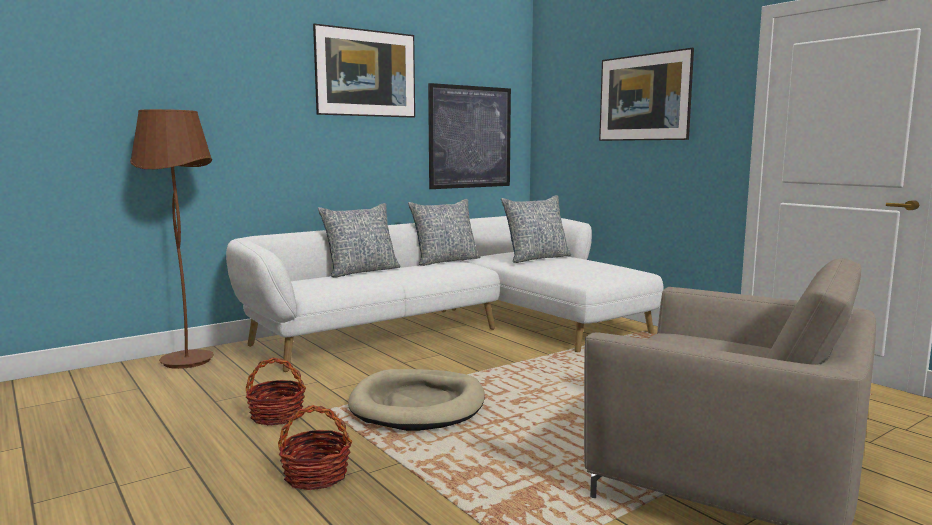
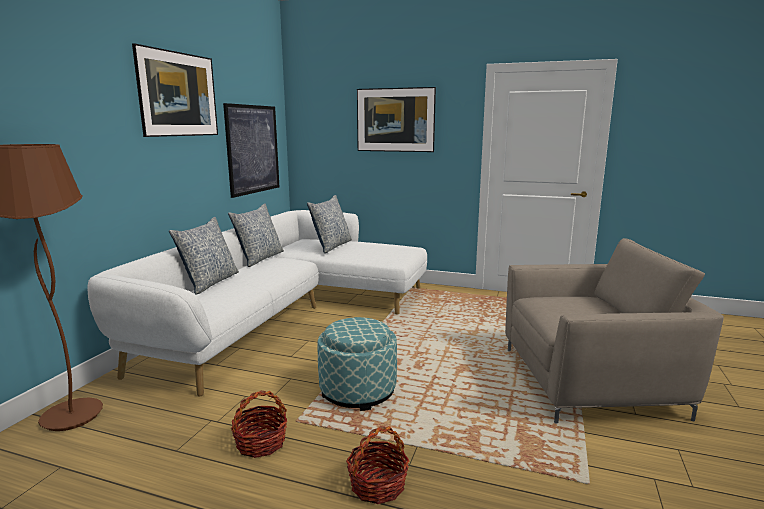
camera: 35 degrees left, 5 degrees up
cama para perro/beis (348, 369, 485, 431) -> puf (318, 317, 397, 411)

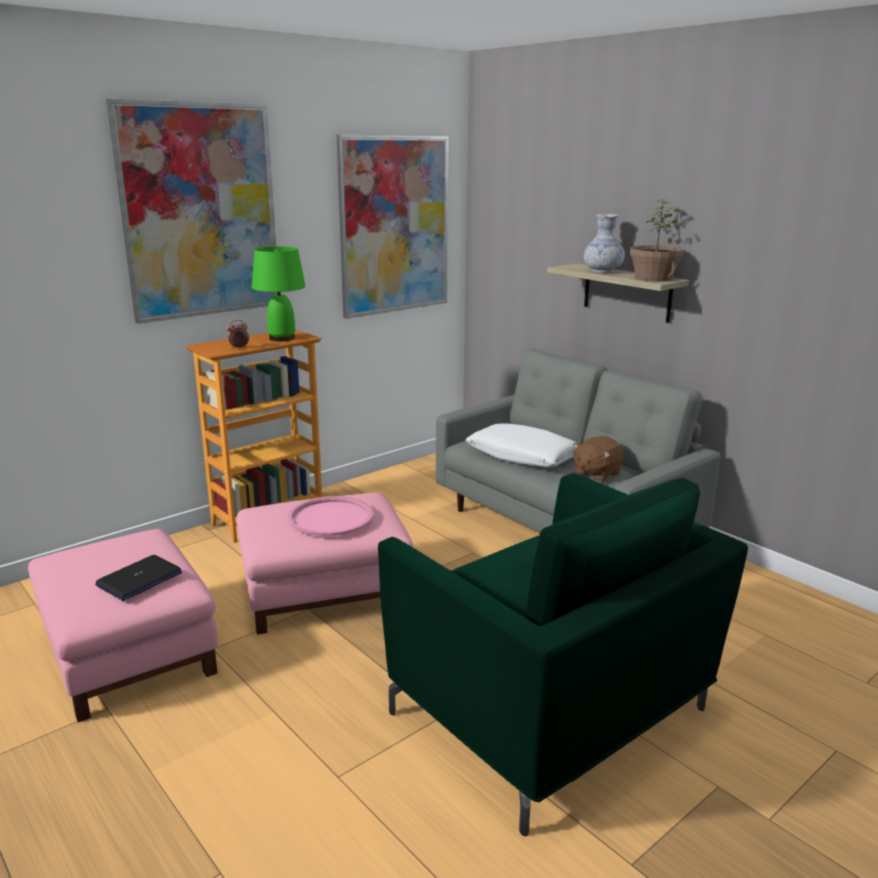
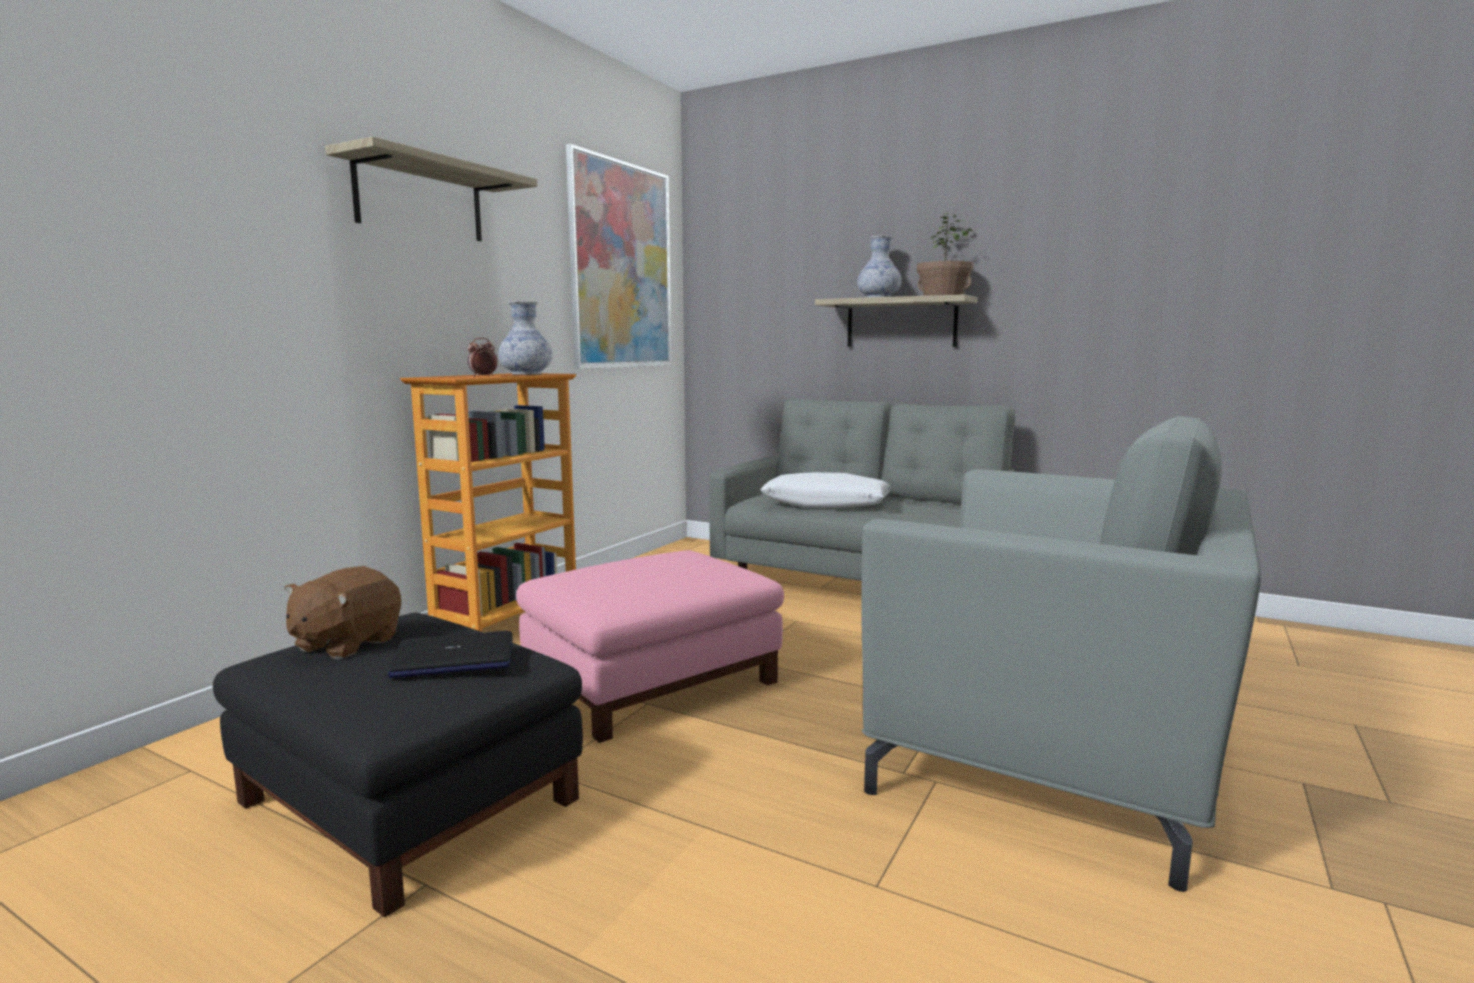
camera: 20 degrees left, 10 degrees down
cuadro (106, 99, 278, 324) -> estante (325, 137, 537, 241)
lámpara de mesa/verde (252, 246, 306, 341) -> florero (499, 301, 552, 375)
peluche/marrón (573, 436, 624, 482) -> peluche/marrón (285, 566, 401, 659), shifted
sillón/verde (378, 473, 748, 836) -> sillón/gris (861, 416, 1261, 892)
bandeja/rosa (288, 496, 373, 536) -> none
puf/rosa (28, 529, 218, 722) -> puf/negro (213, 613, 583, 917)
portátil (95, 555, 182, 601) -> portátil (388, 631, 513, 678), 60 degrees clockwise

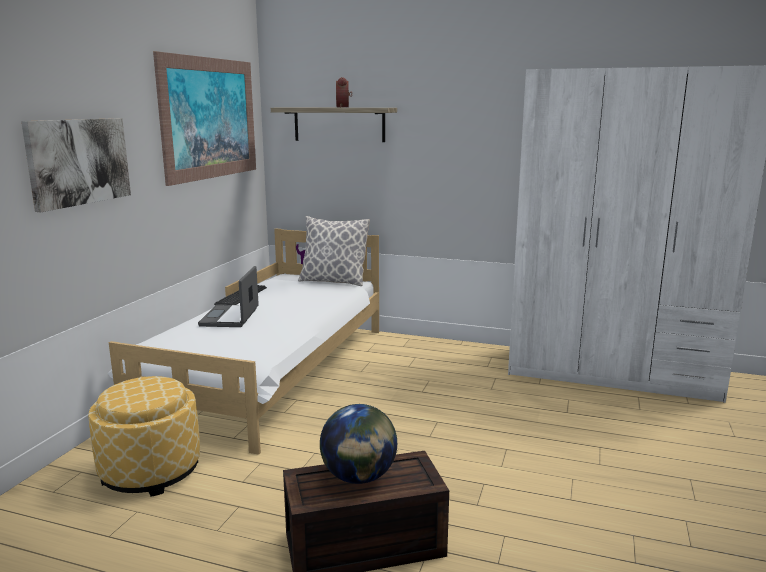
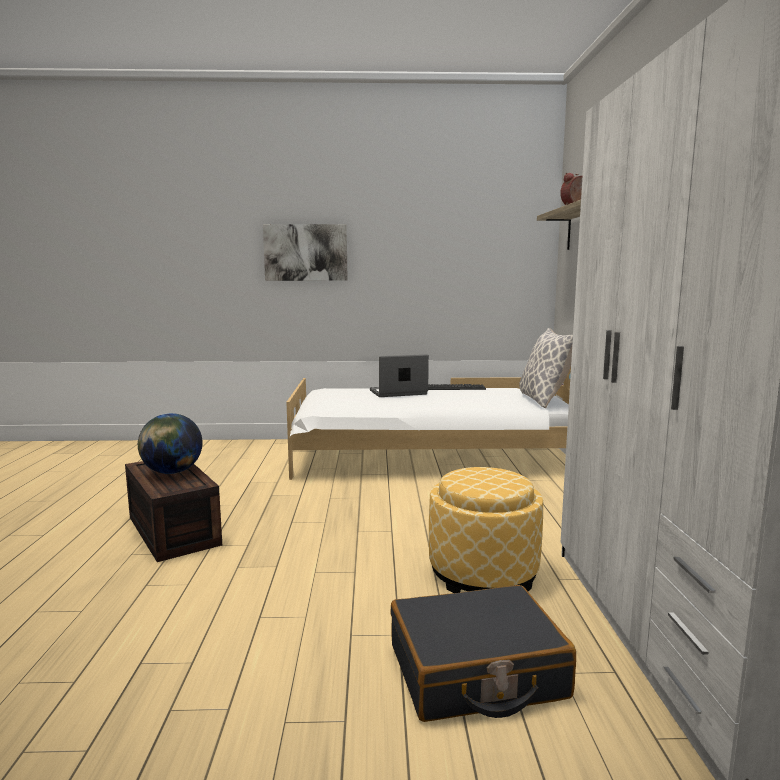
camera: 70 degrees right, 5 degrees down
cuadro (153, 51, 256, 186) -> none
puf (88, 376, 200, 497) -> puf (429, 467, 543, 593), shifted
none -> maleta/negro (390, 585, 576, 722)

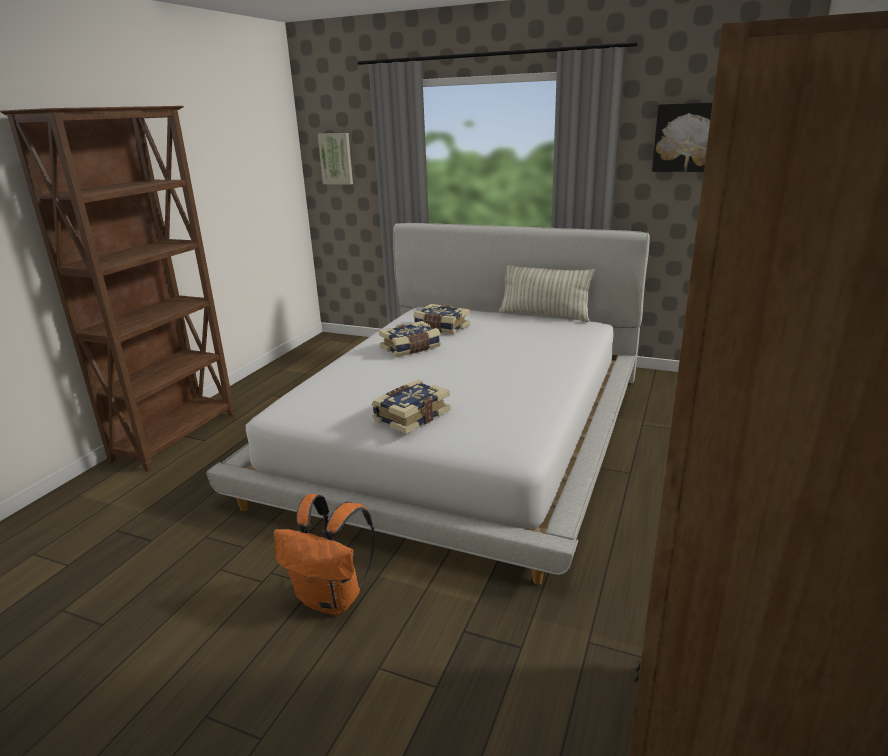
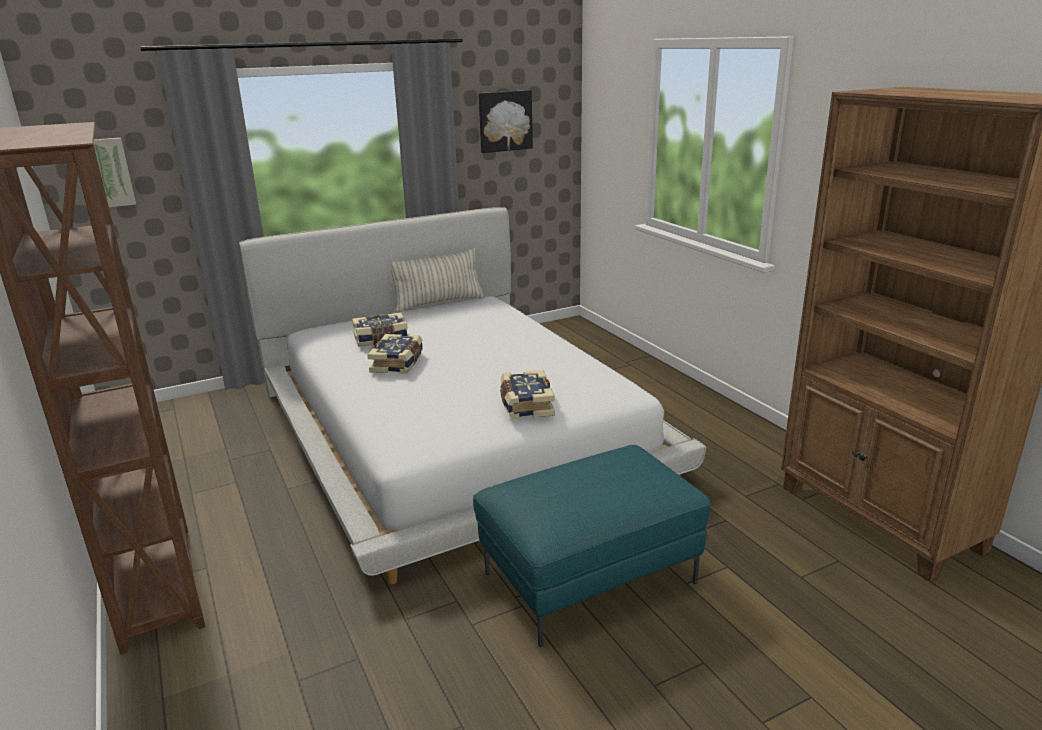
camera: 50 degrees left, 0 degrees up
mochila/naranja (274, 494, 375, 615) -> puf/turquesa (473, 445, 711, 647)

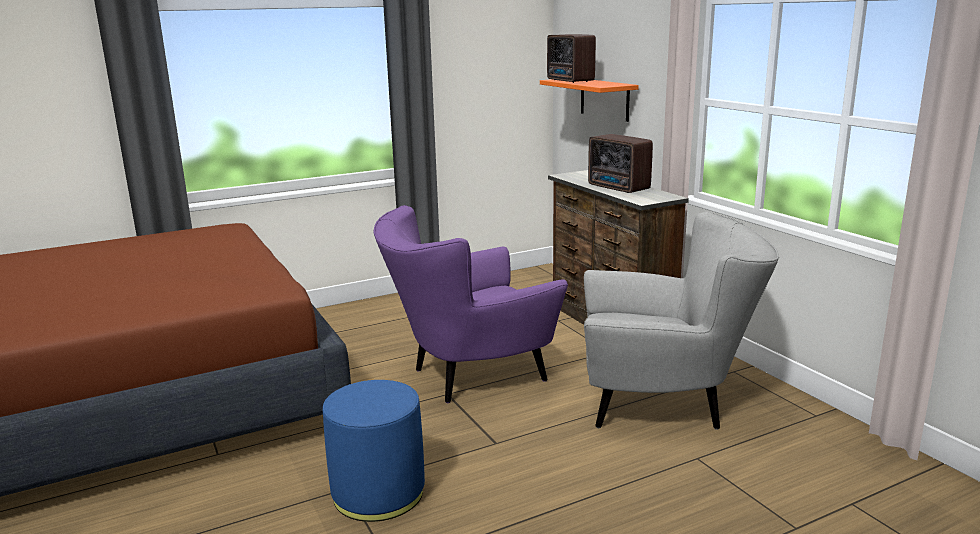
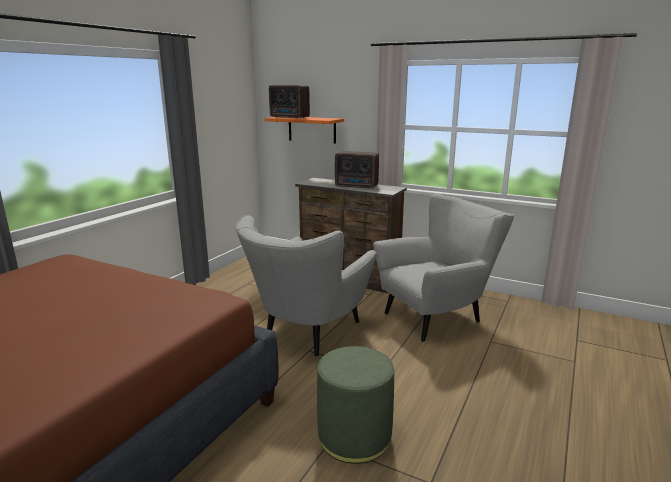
camera: 35 degrees left, 0 degrees up
sillón/morado (374, 205, 568, 403) -> sillón/gris (236, 215, 377, 357)
puf/azul (323, 380, 425, 522) -> puf/verde (317, 346, 394, 464)

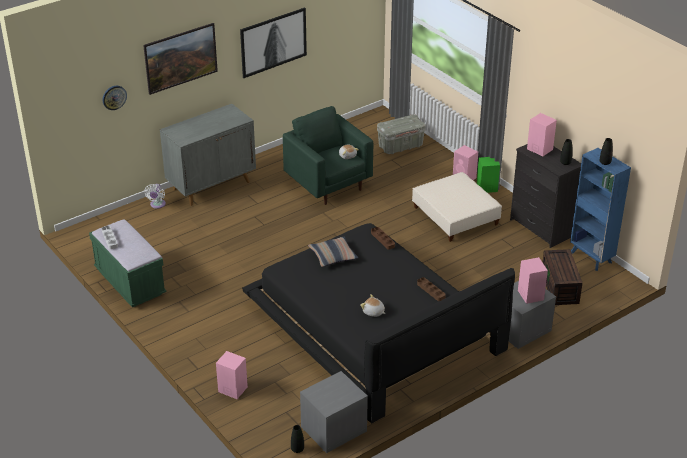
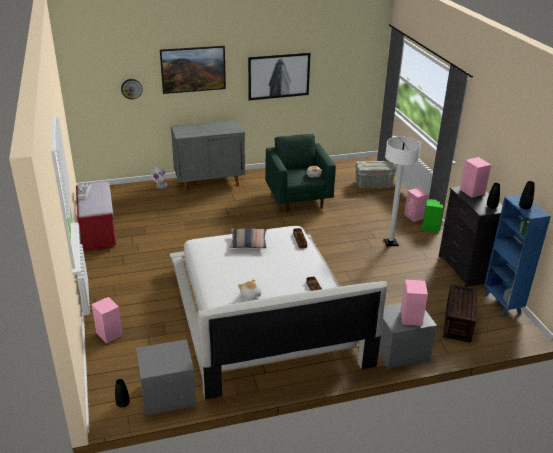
camera: 20 degrees right, 5 degrees down
puf/beis (412, 172, 502, 242) -> lámpara de pie/blanco (383, 136, 421, 246)
banco/verde (89, 219, 167, 307) -> banco/rojo (76, 182, 116, 251)
cama/negro (242, 223, 515, 423) -> cama/blanco (170, 226, 387, 400)

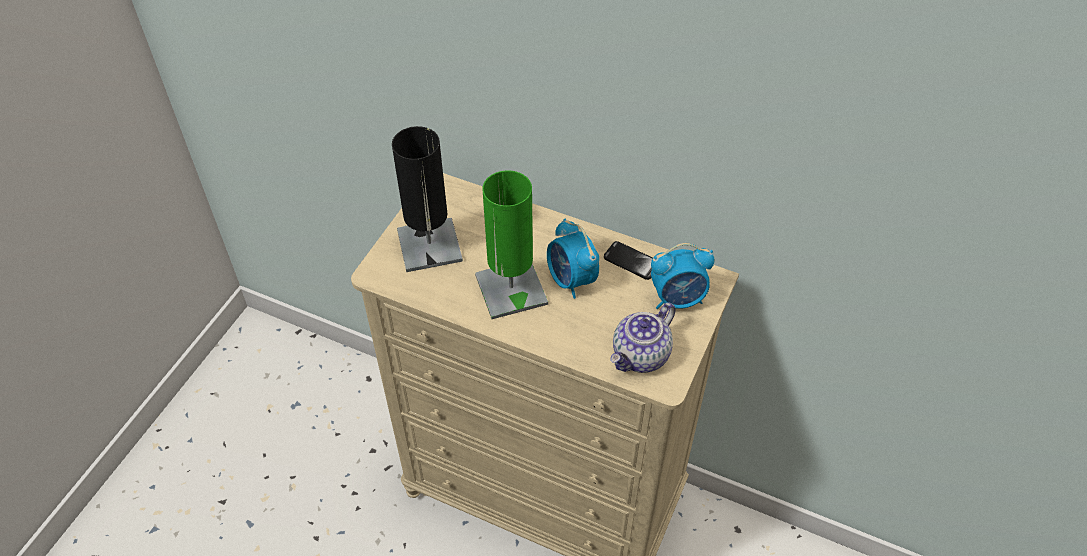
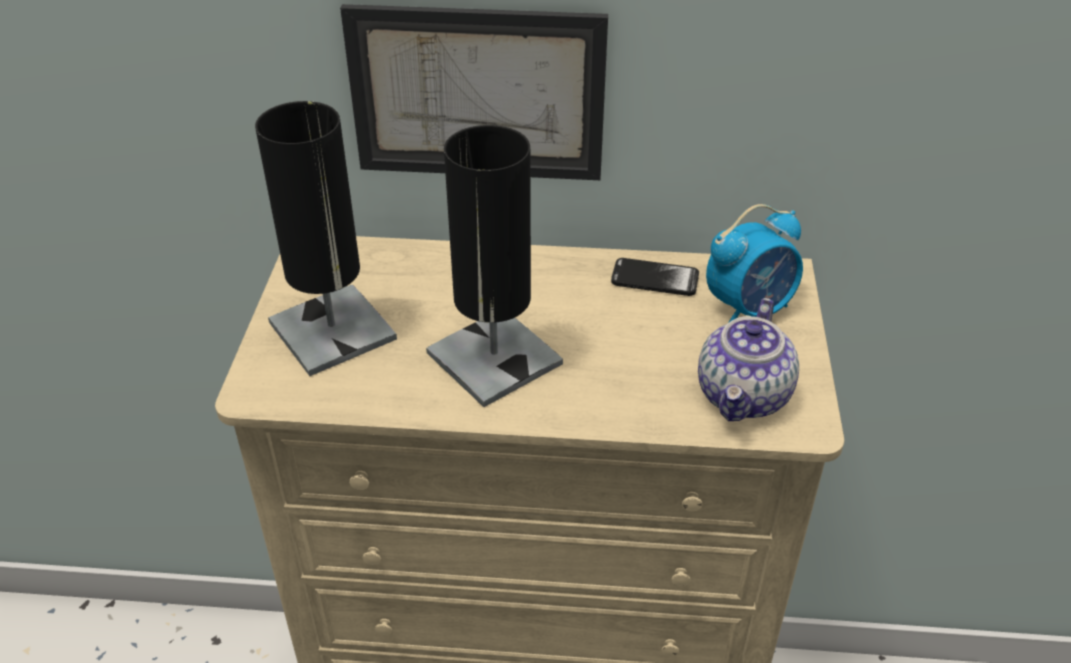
camera: 20 degrees left, 10 degrees down
lámpara de mesa/verde (475, 170, 548, 319) -> lámpara de mesa/negro (426, 125, 563, 407)
despertador (547, 219, 599, 299) -> none
none -> cuadro (340, 4, 608, 180)

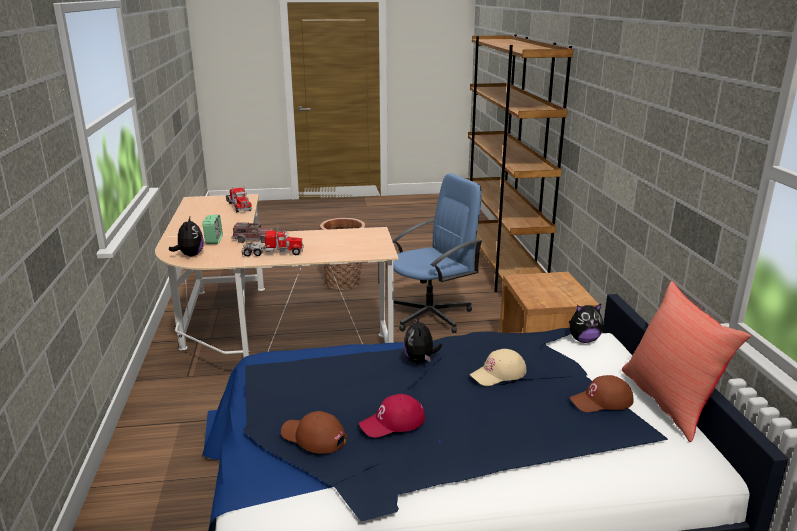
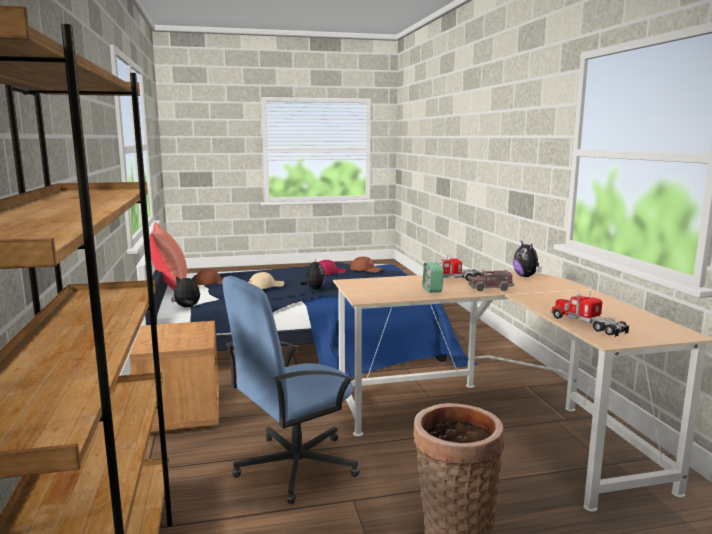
camera: 175 degrees right, 10 degrees down
despertador (202, 215, 223, 244) -> despertador (423, 262, 444, 293), shifted

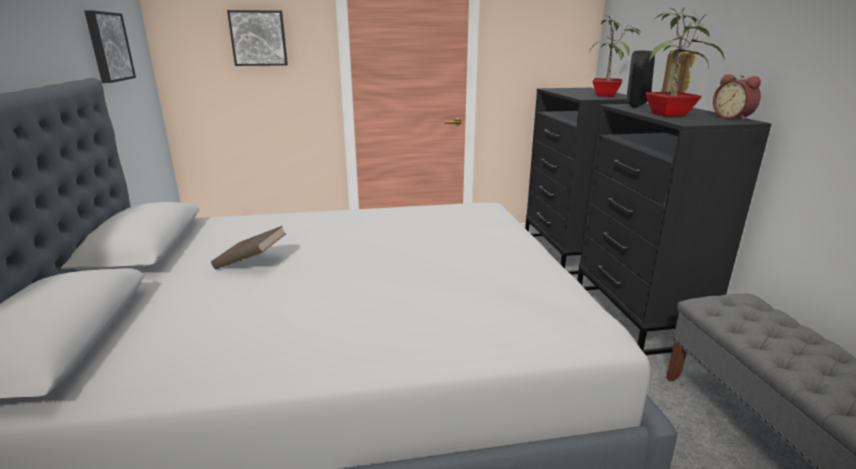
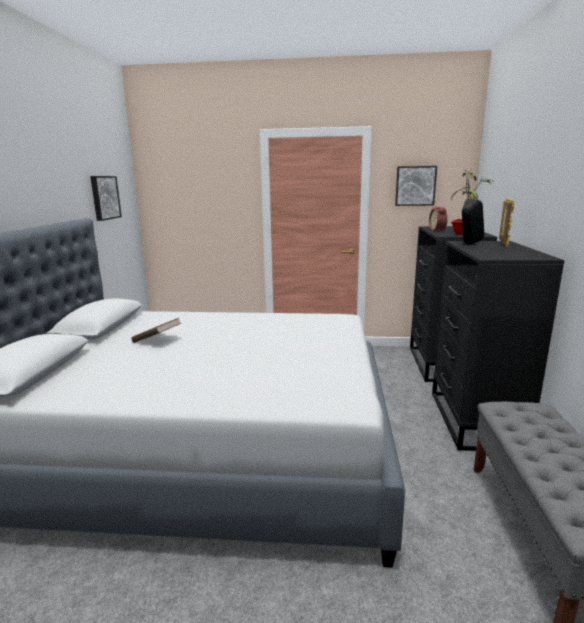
camera: 15 degrees right, 5 degrees down
planta en maceta (645, 8, 725, 117) -> none
cuadro (227, 10, 288, 66) -> cuadro (395, 166, 437, 206), shifted
despertador (713, 74, 761, 121) -> despertador (429, 206, 448, 232), shifted

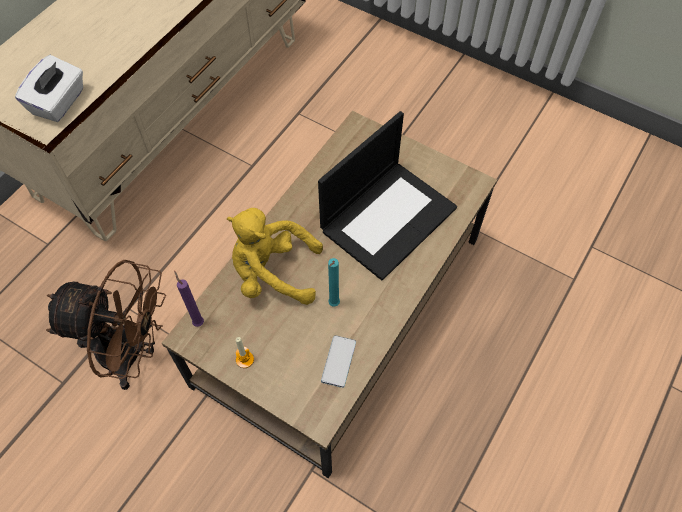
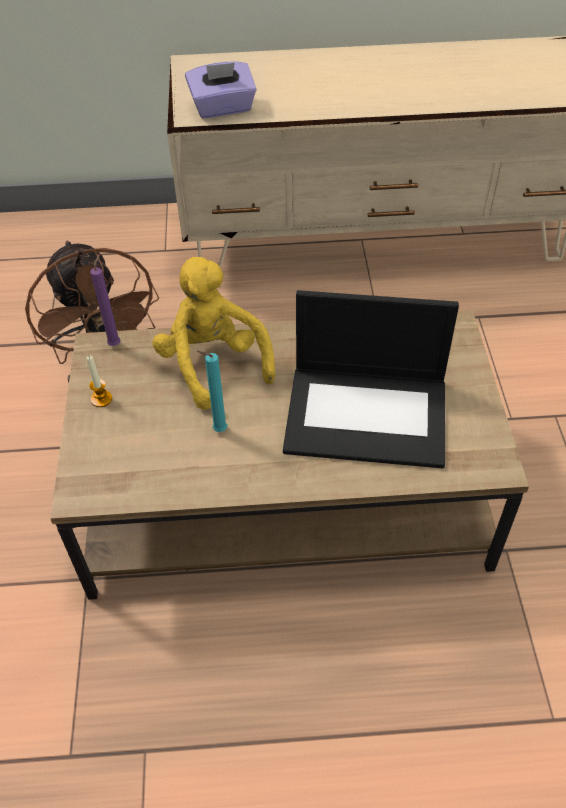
camera: 55 degrees right, 10 degrees down
caja de pañuelos/blanco (15, 55, 83, 122) -> caja de pañuelos/morado (185, 61, 257, 118)
móvil (321, 335, 356, 388) -> none

